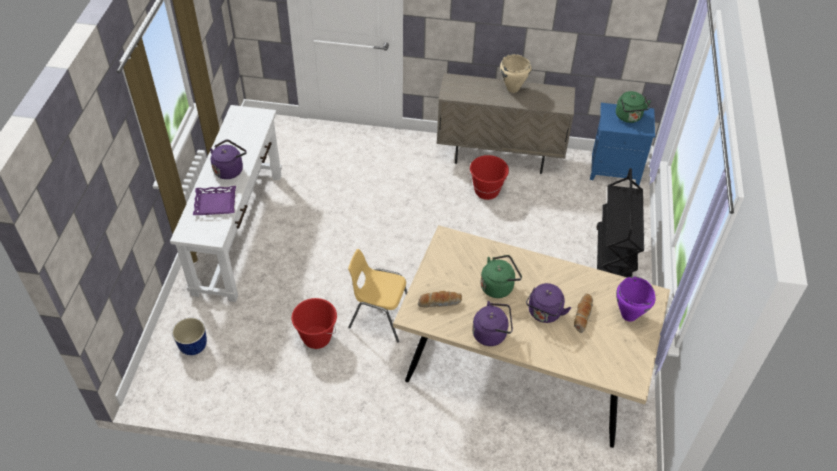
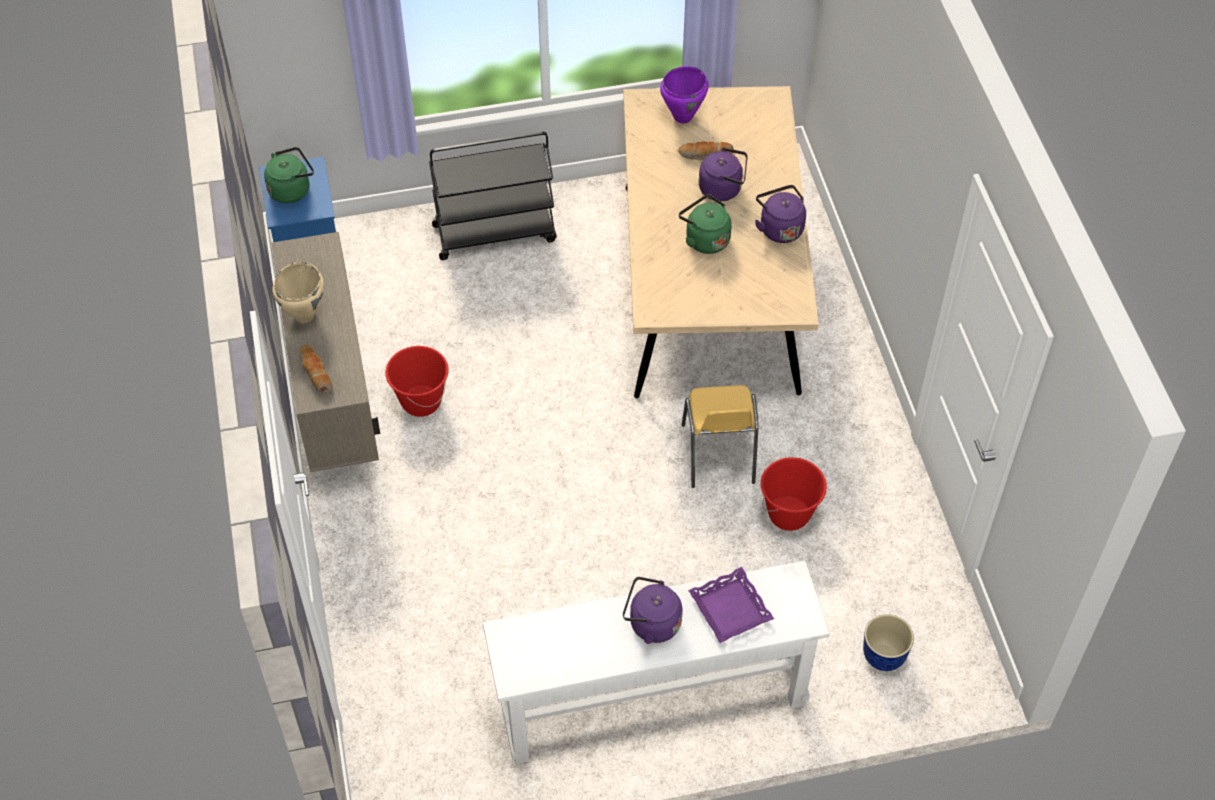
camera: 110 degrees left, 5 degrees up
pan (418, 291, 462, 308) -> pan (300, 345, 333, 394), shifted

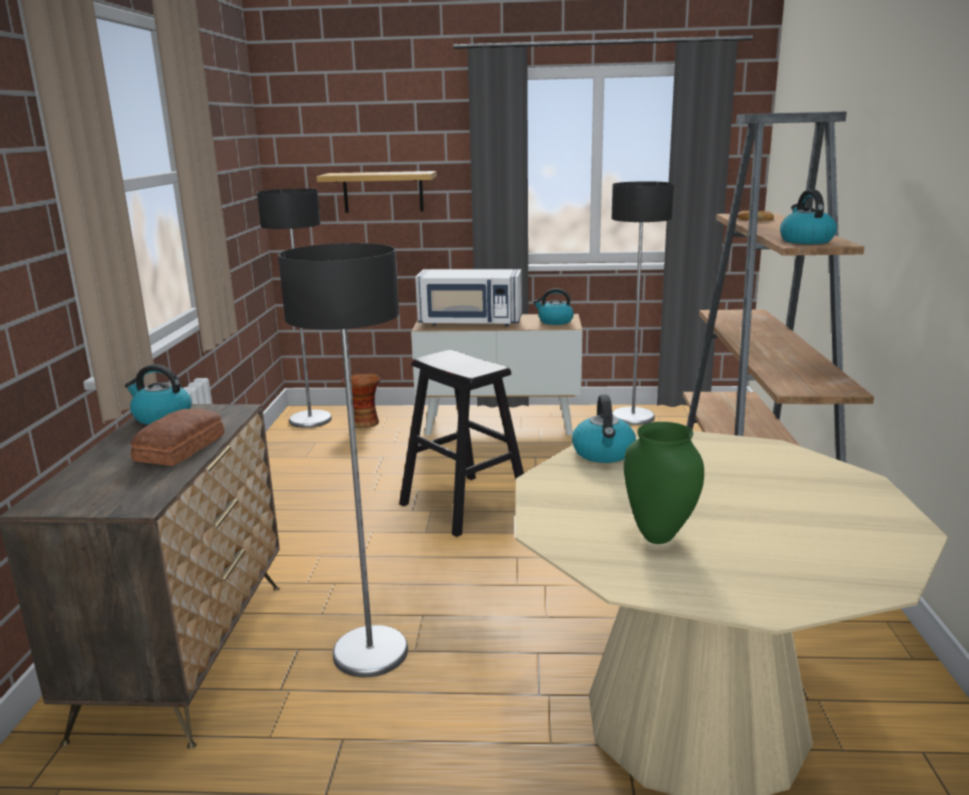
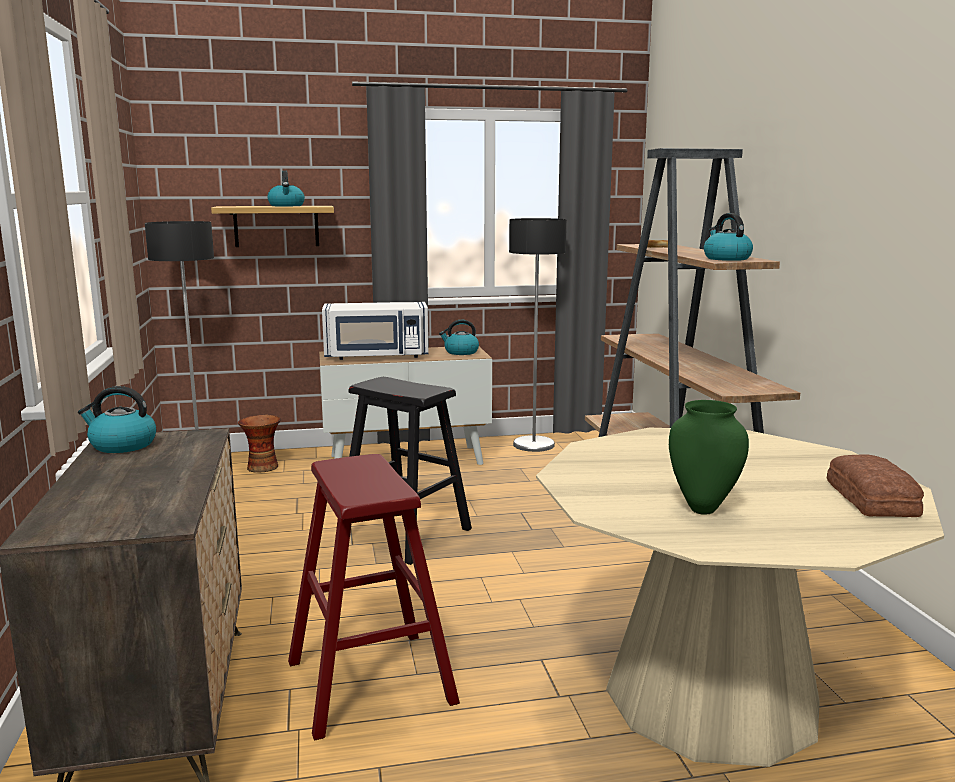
camera: 15 degrees left, 5 degrees down
lámpara de pie (278, 243, 408, 677) -> taburete/rojo (288, 454, 460, 741)
hervidor (572, 394, 636, 463) -> hervidor (267, 170, 305, 206), shifted
pan (131, 409, 225, 466) -> pan (827, 454, 924, 517), shifted

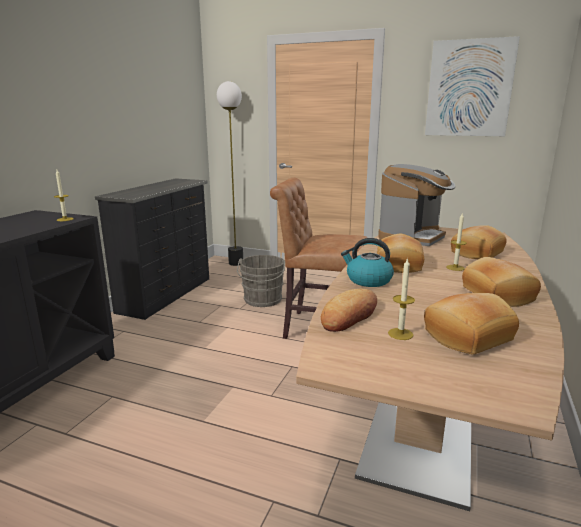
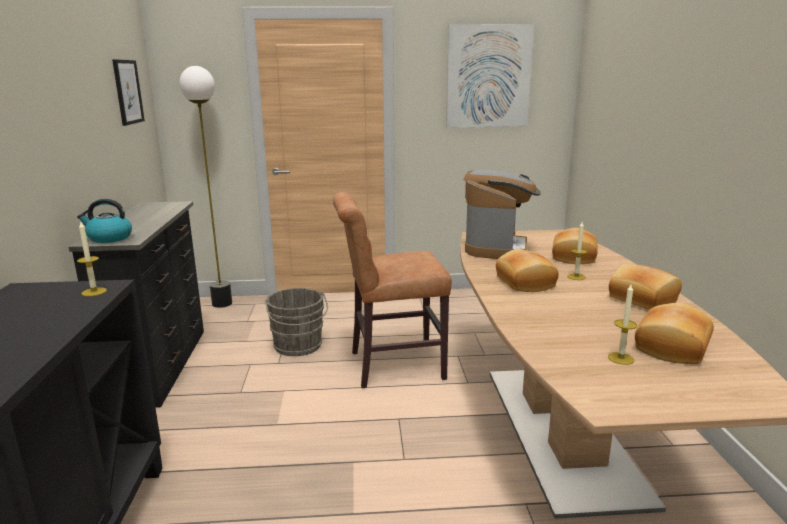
camera: 25 degrees left, 0 degrees up
hervidor (341, 238, 394, 287) -> hervidor (77, 199, 132, 243), shifted
pan (321, 289, 377, 332) -> none
none -> cuadro (112, 59, 145, 126)

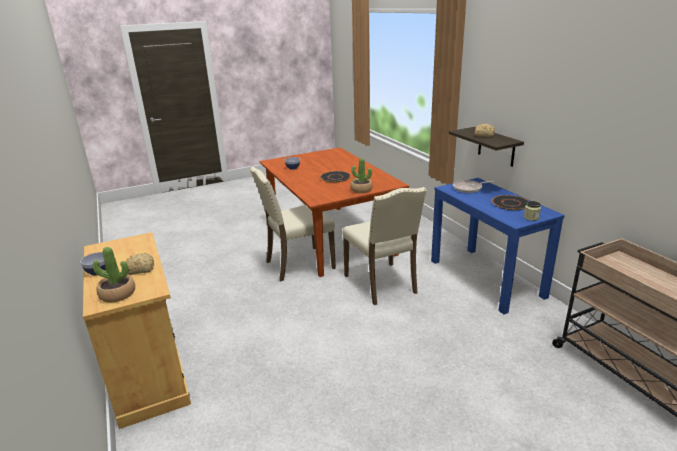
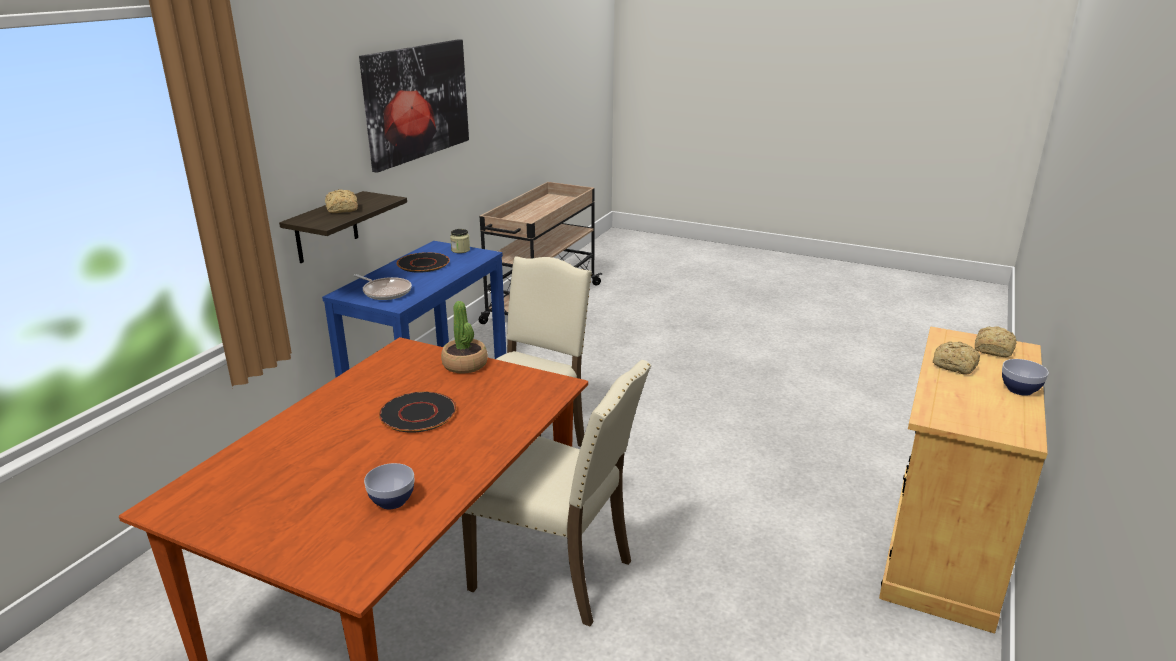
camera: 130 degrees left, 0 degrees up
planta en maceta (93, 247, 135, 302) -> pan (975, 326, 1017, 357)
none -> cuadro (359, 39, 469, 173)

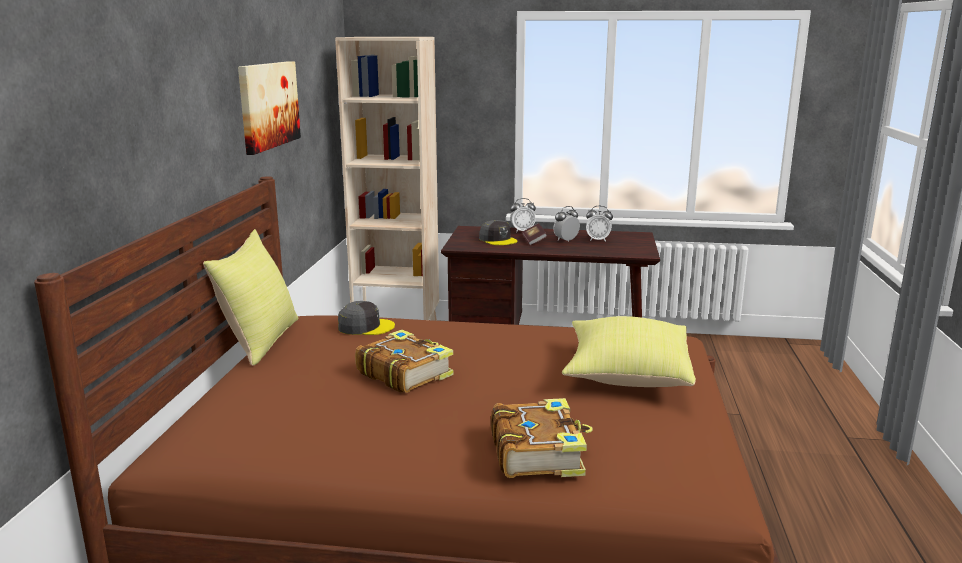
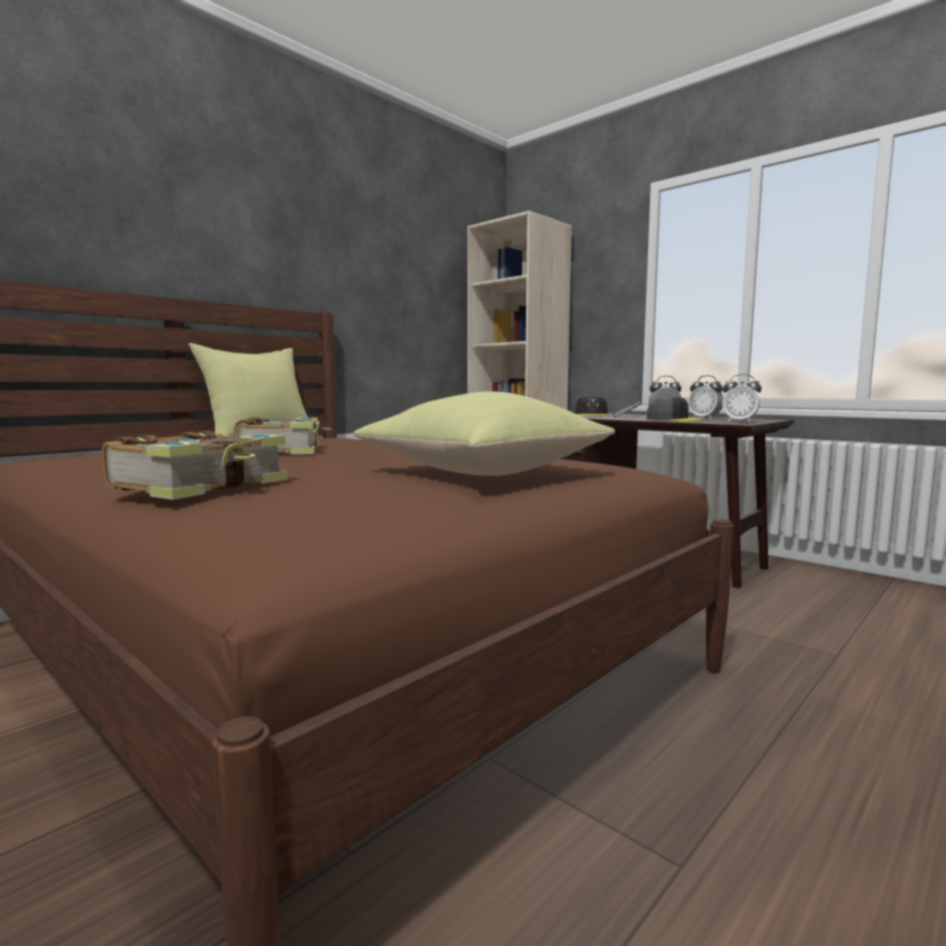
camera: 35 degrees right, 10 degrees down
cuadro (238, 61, 301, 155) -> none
despertador (510, 198, 536, 233) -> despertador (722, 374, 762, 423), shifted
gorra/gris (338, 301, 395, 335) -> gorra/gris (647, 395, 704, 422), shifted

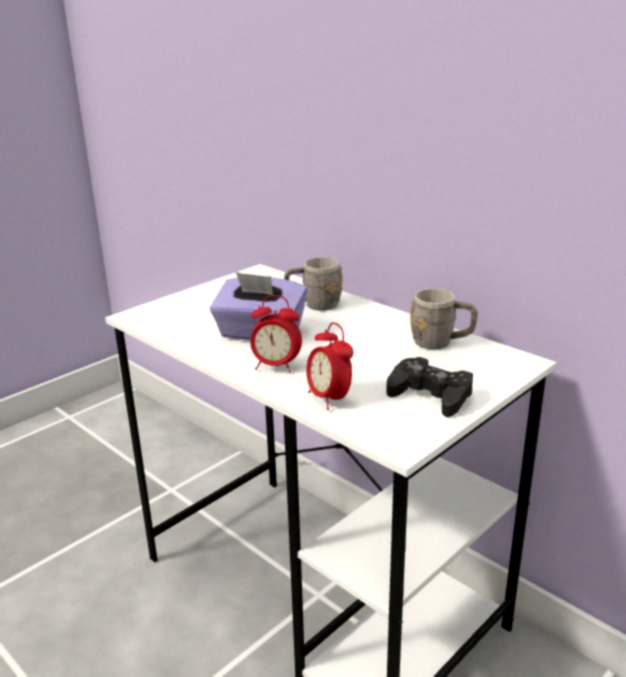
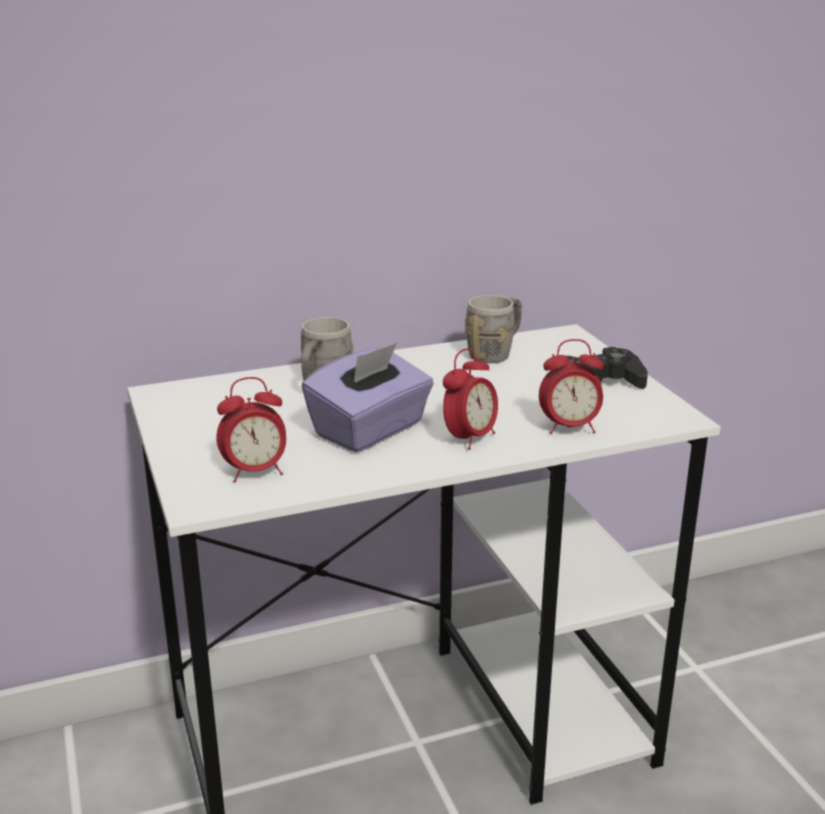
camera: 65 degrees left, 0 degrees up
none -> despertador (216, 377, 286, 482)

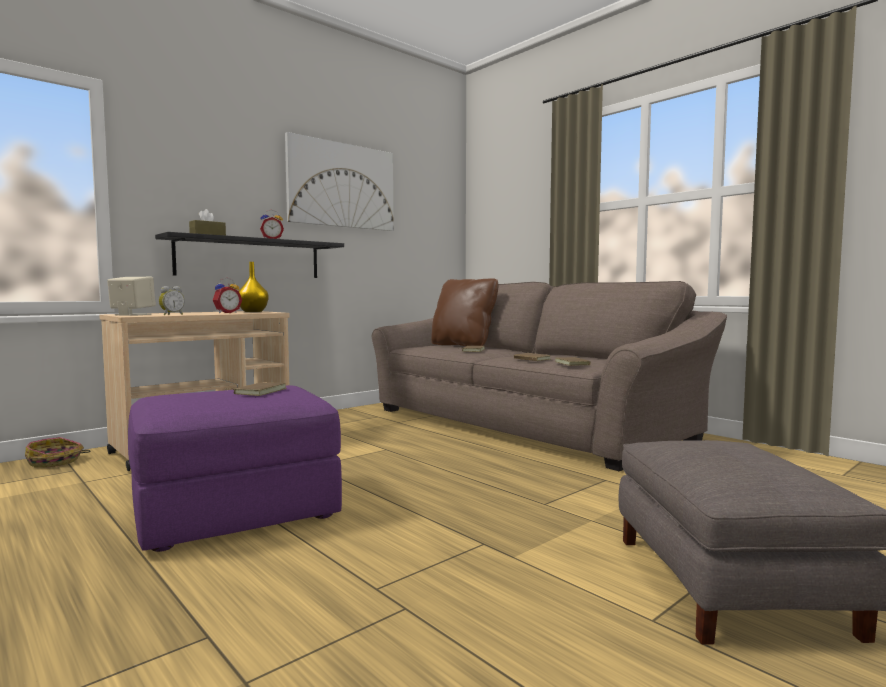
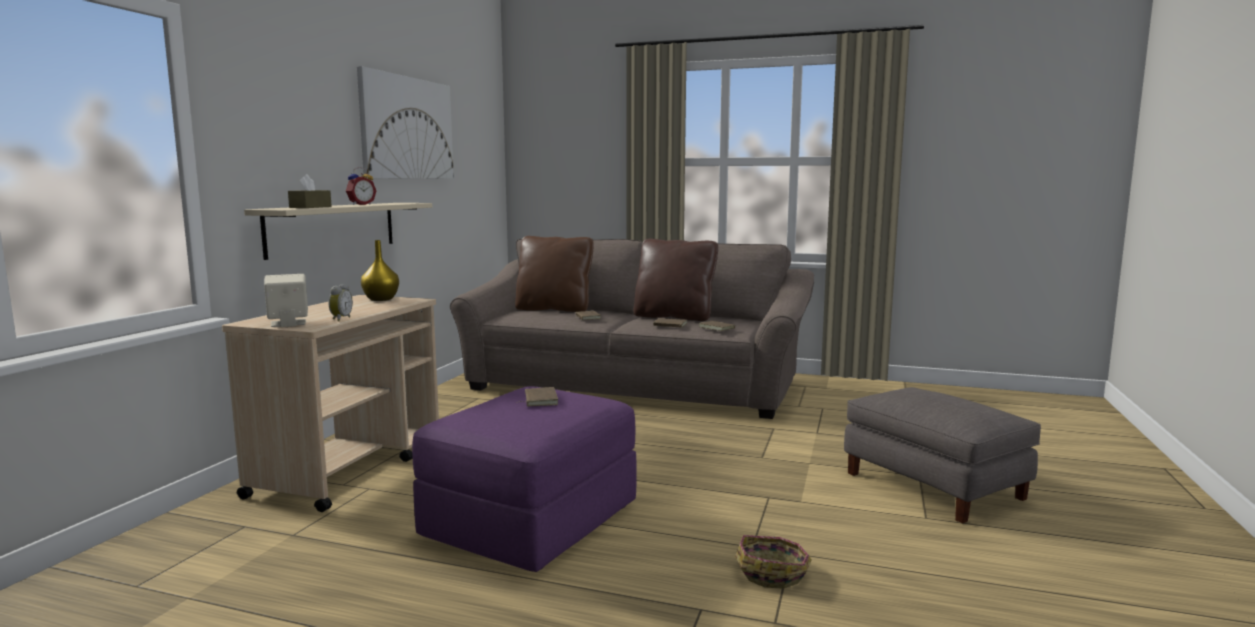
camera: 30 degrees left, 5 degrees up
estante/negro (155, 232, 344, 278) -> estante/beis (244, 203, 432, 260)
despertador (213, 278, 242, 313) -> none
cesta (25, 437, 90, 468) -> cesta (735, 535, 812, 589), shifted
none -> cojín/marrón (634, 239, 718, 321)

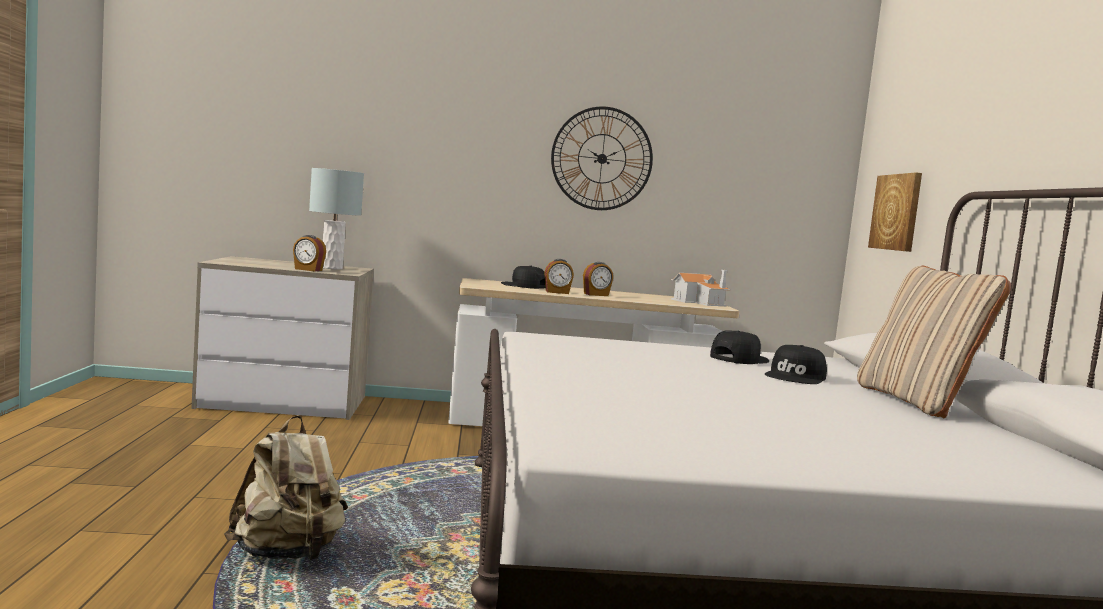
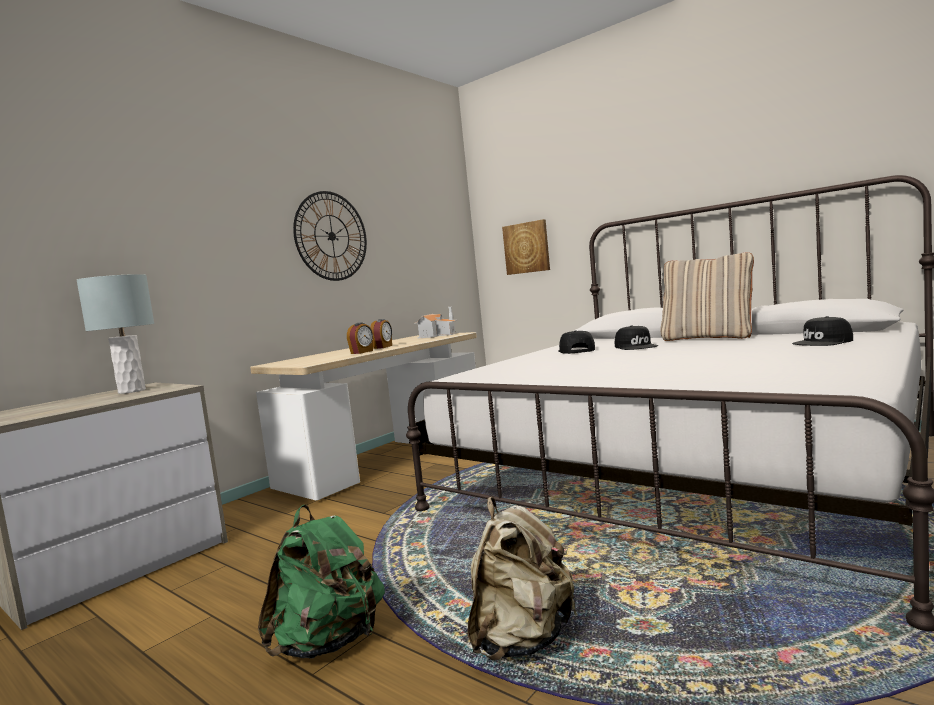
camera: 45 degrees left, 0 degrees up
despertador (293, 235, 326, 272) -> none
gorra/negro (501, 266, 546, 289) -> gorra/negro (792, 316, 853, 346), shifted
none -> mochila/verde (258, 505, 385, 658)

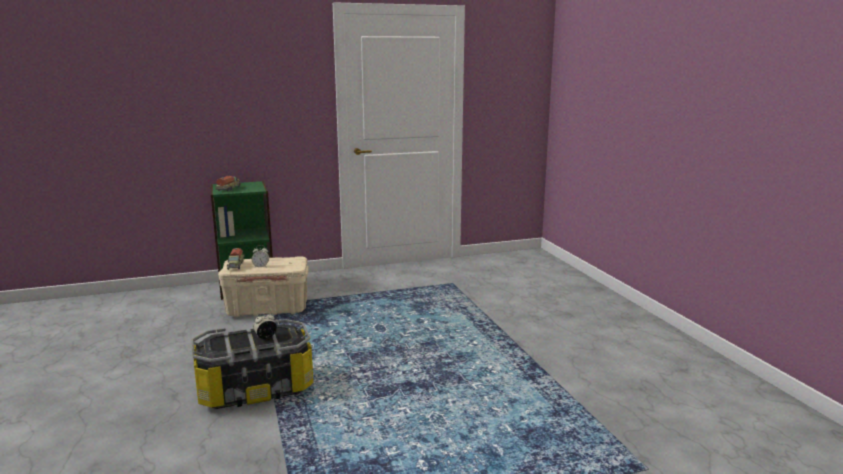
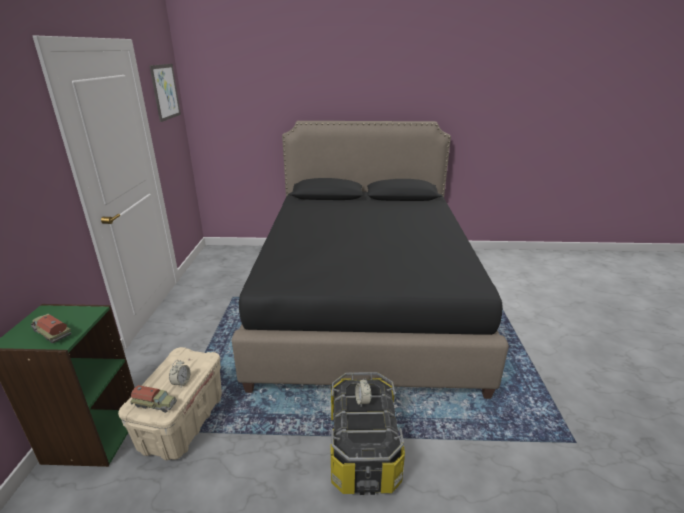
camera: 70 degrees left, 10 degrees up
none -> cuadro (150, 64, 181, 122)
none -> cama/negro (232, 121, 509, 399)

